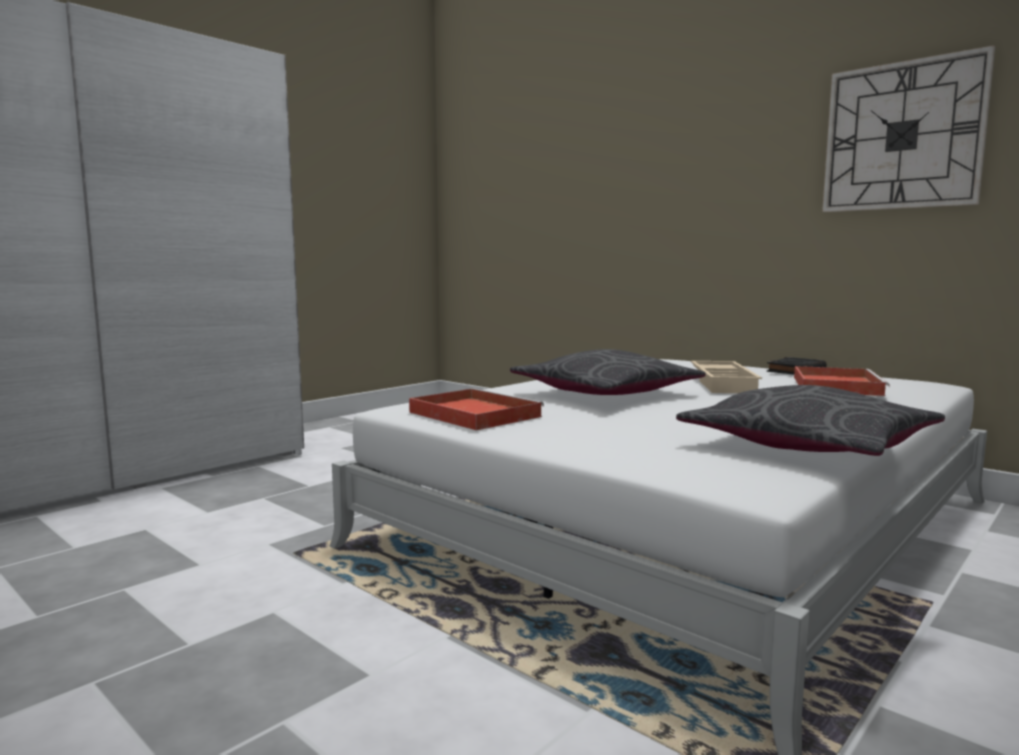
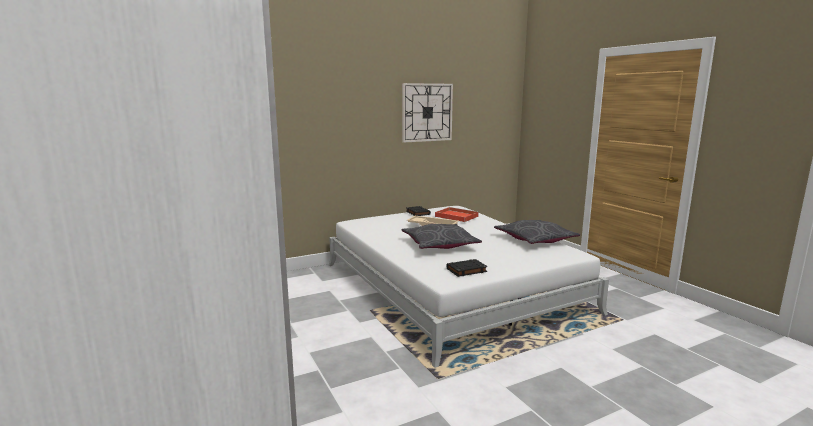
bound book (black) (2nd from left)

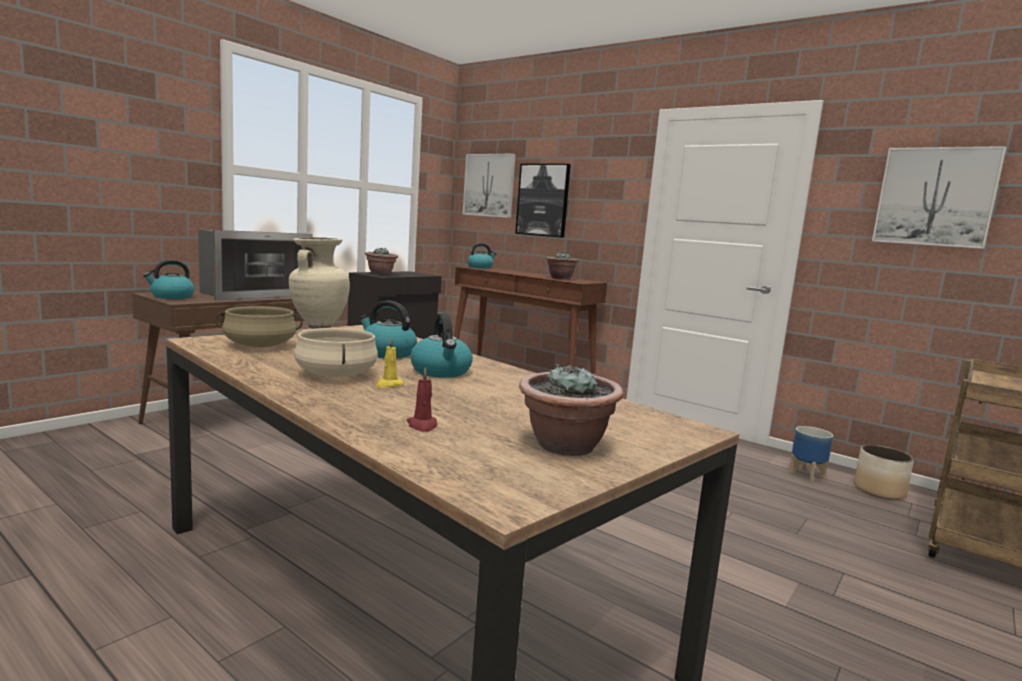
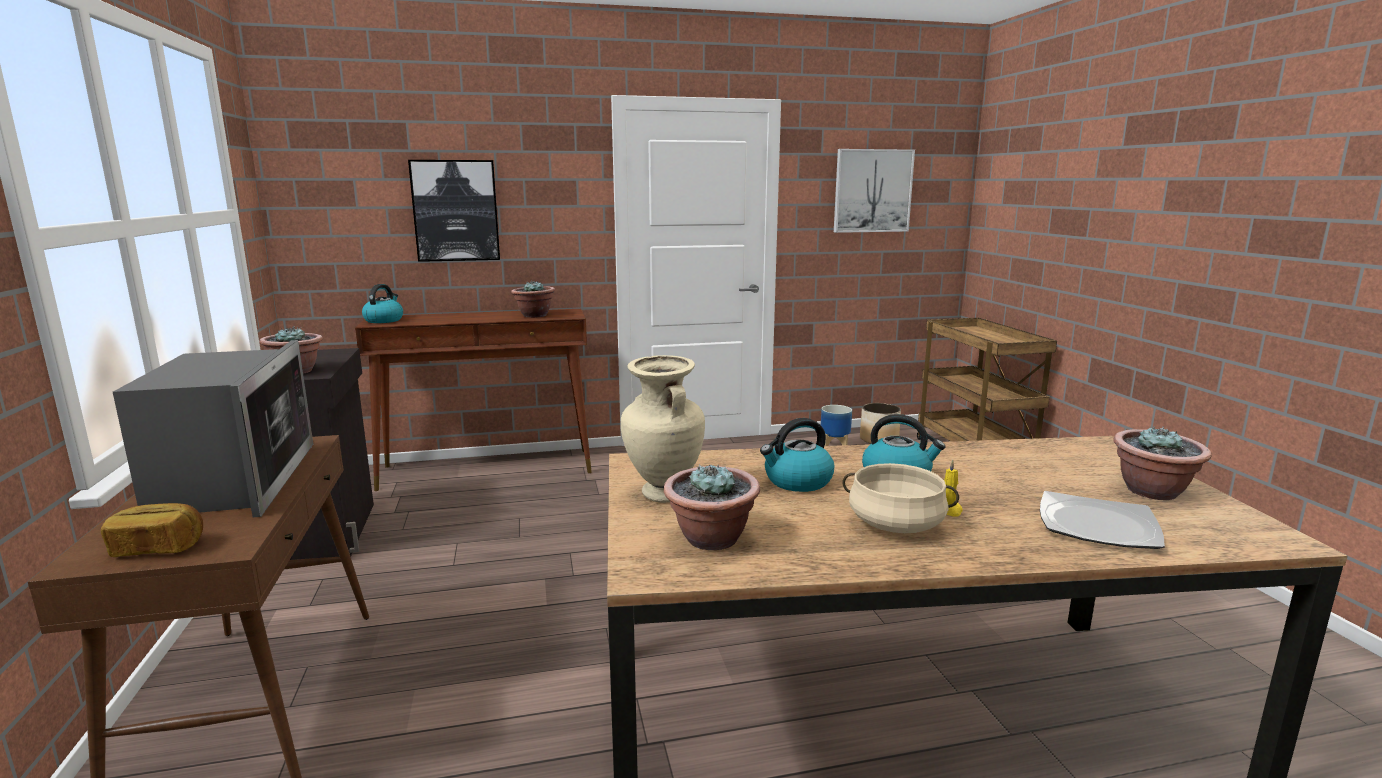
bread
houseplant (3rd from left)
dinner plate
wall art (1st from left in the first image)

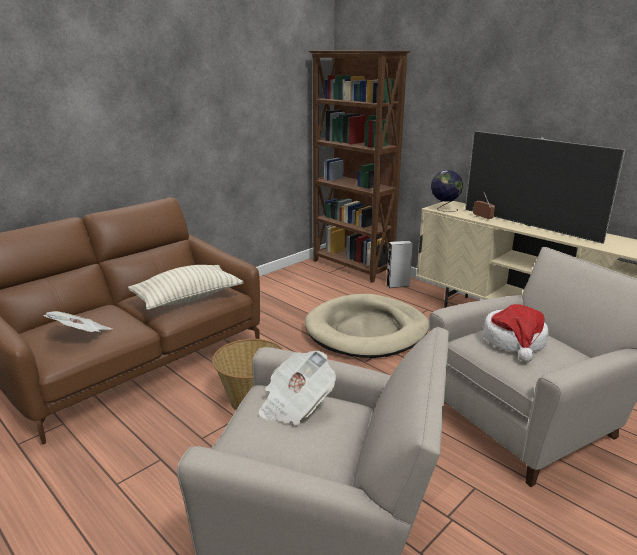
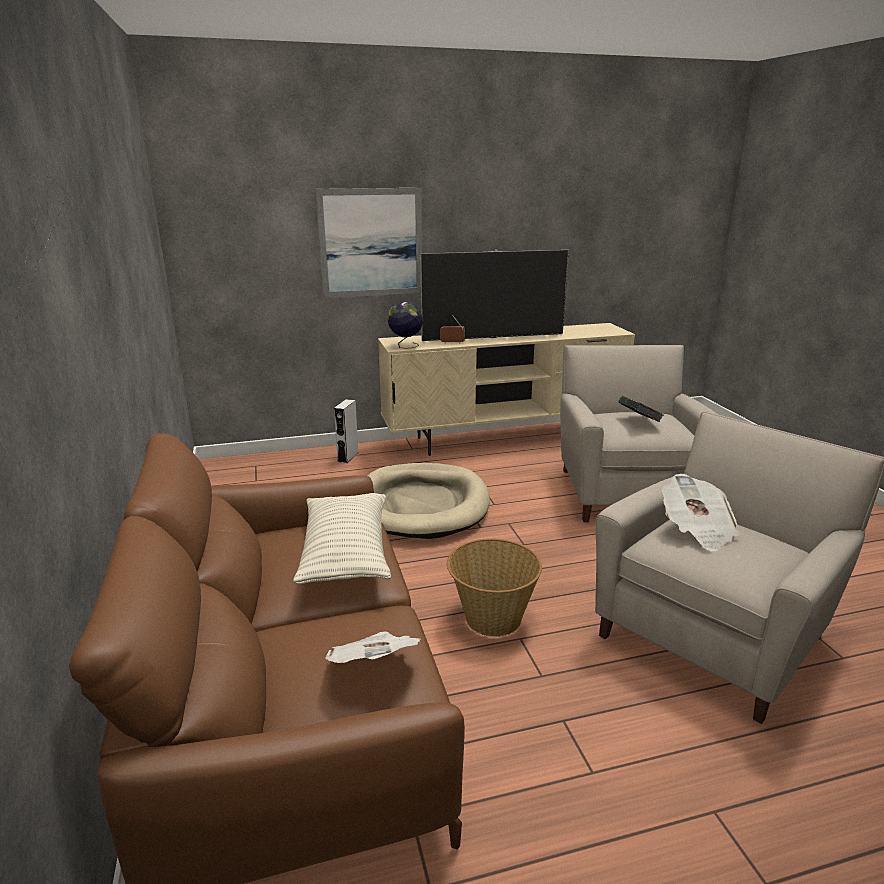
bookshelf (brownish)
bound book
wall art

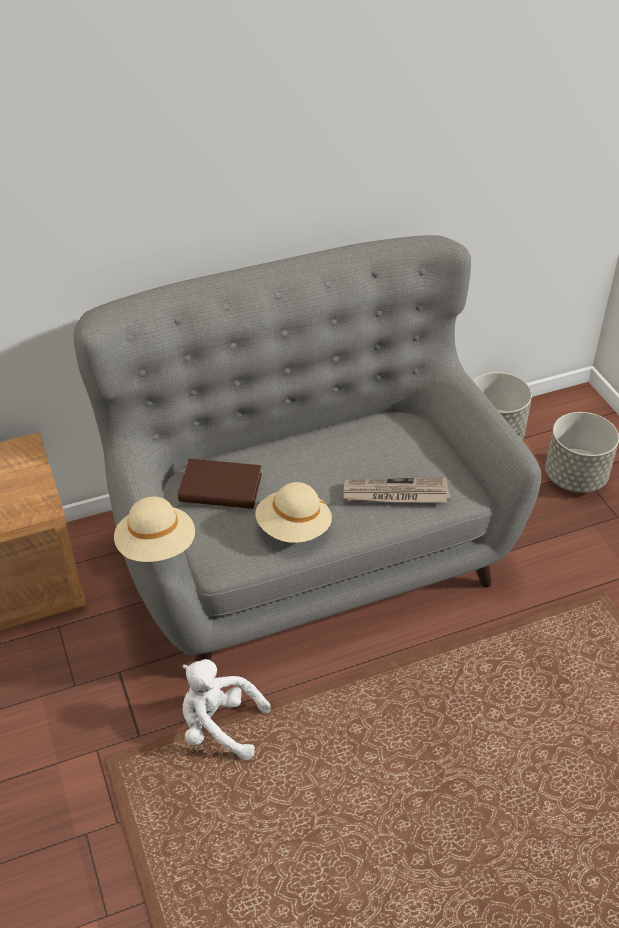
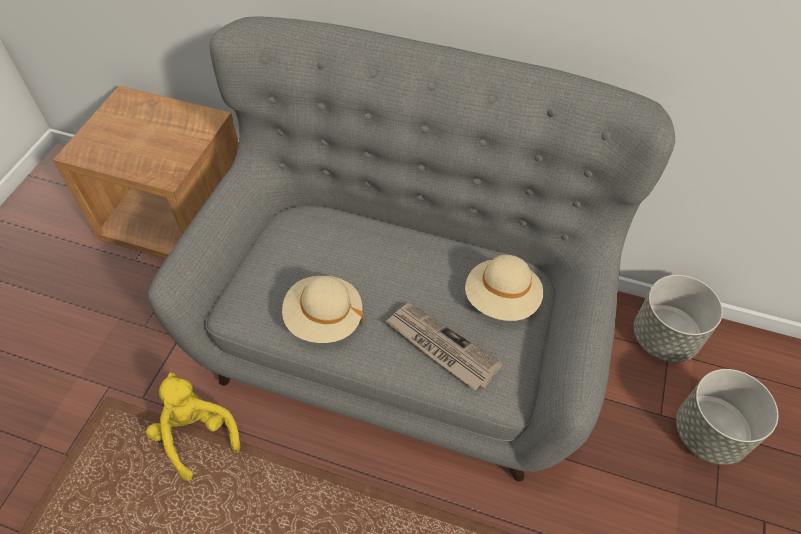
clothing hat (sand-coloured) (2nd from left)
bound book (brownish)
plush toy (yellowish)

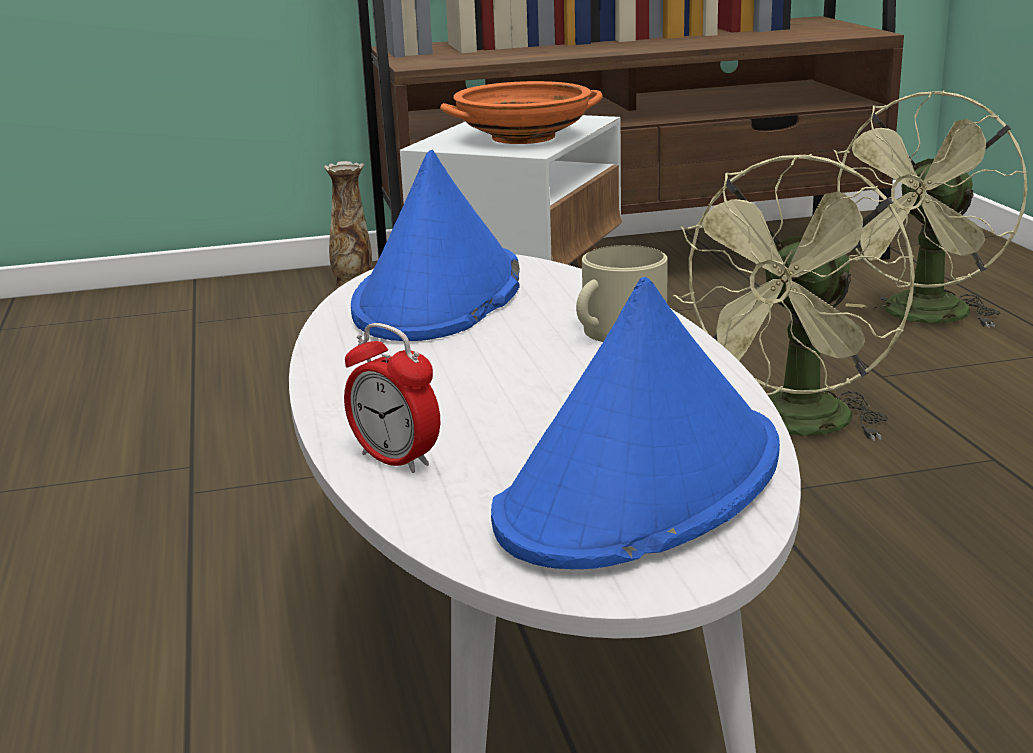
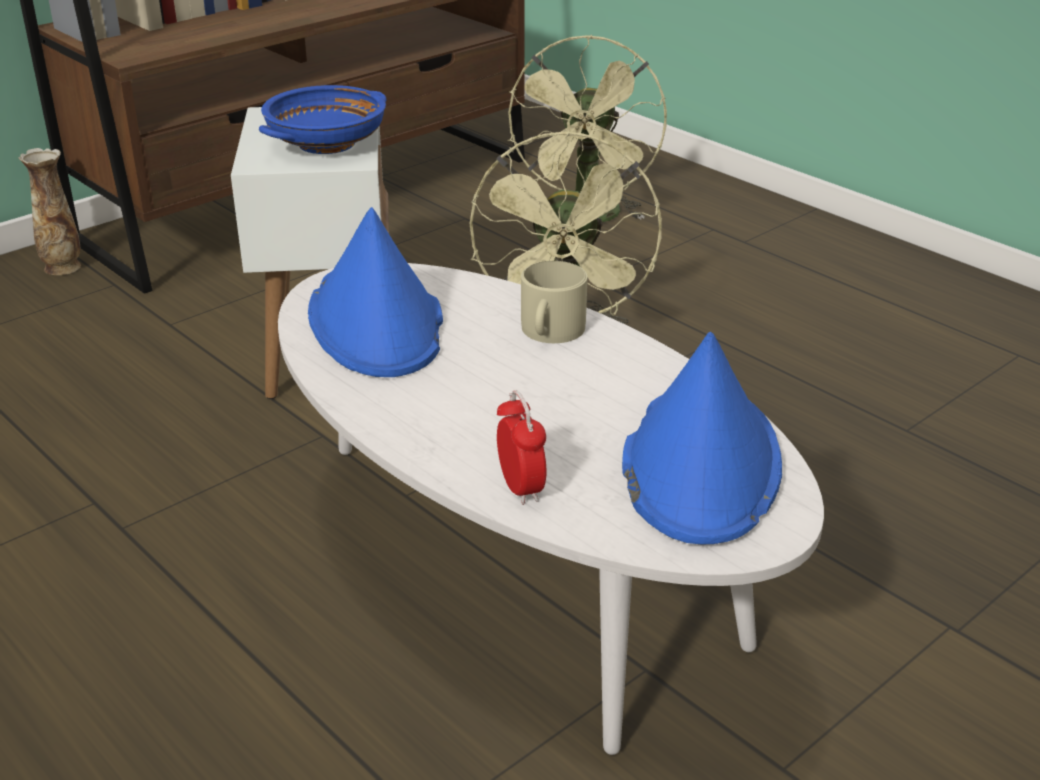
bedside clock
serving bowl (blue-coloured)

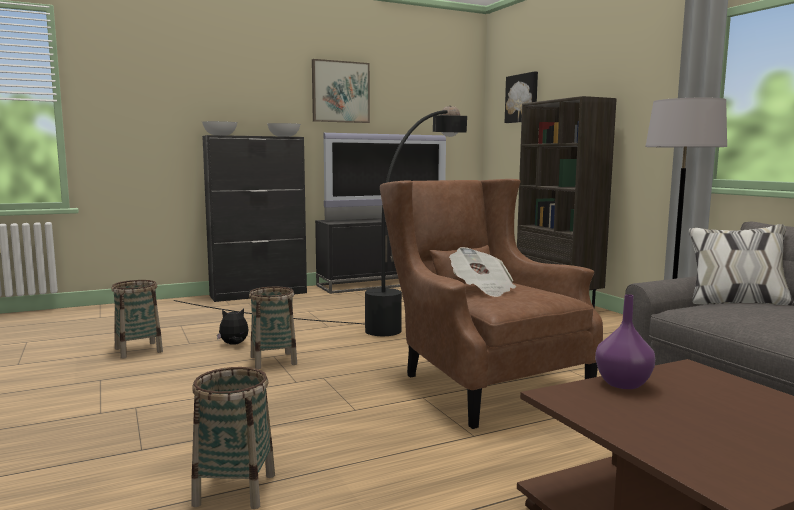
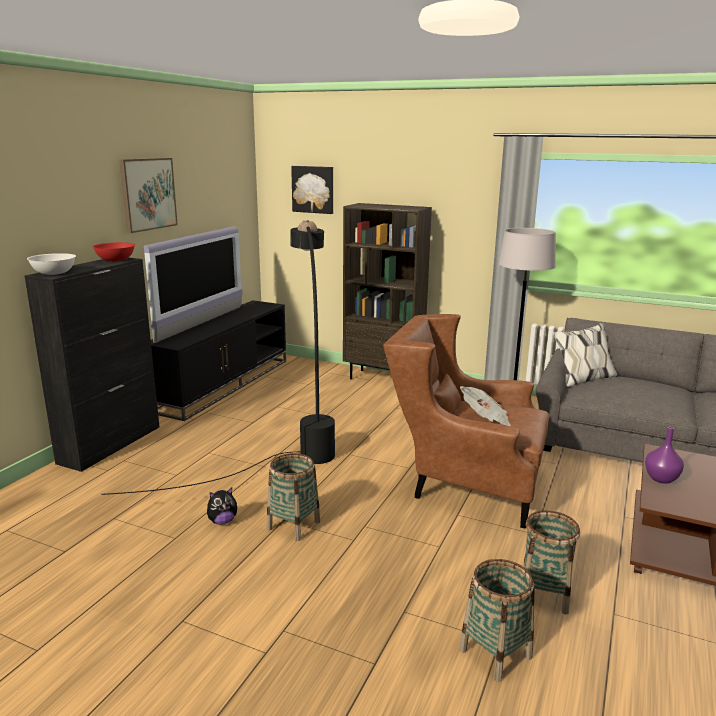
storage basket (3rd from left)
plush toy
serving bowl (reddish)

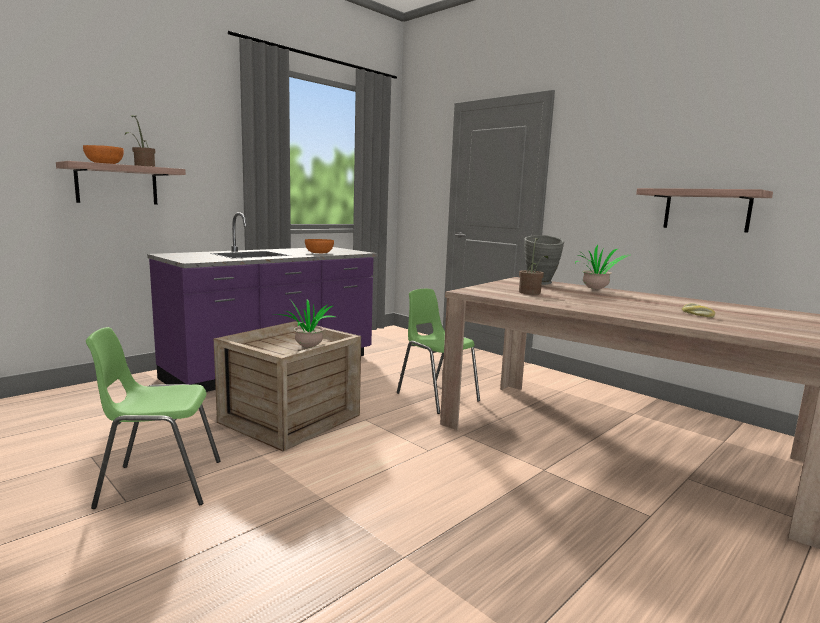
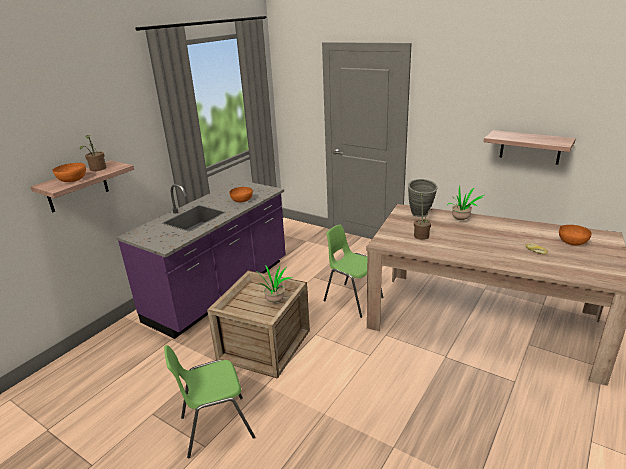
serving bowl (orange) (3rd from left)

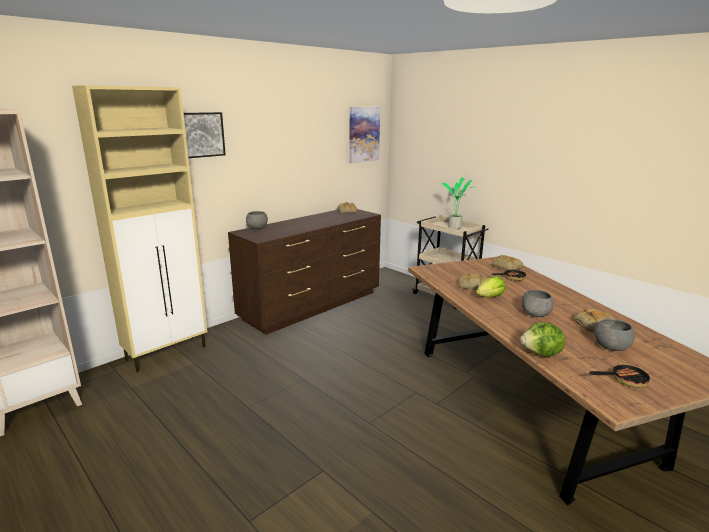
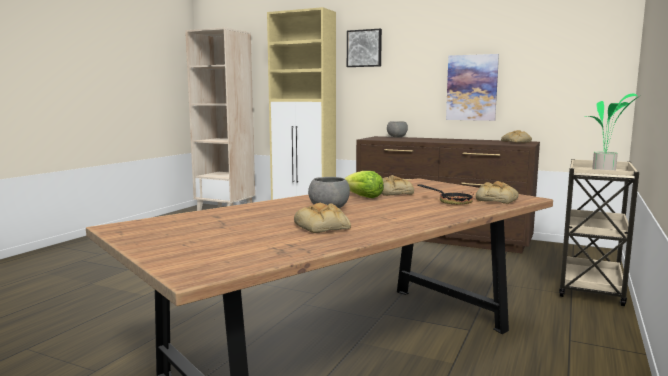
wall art (2nd from left)
head of lettuce (2nd from left in the first image)
frying pan (2nd from left in the first image)
serving bowl (grey) (3rd from left in the first image)

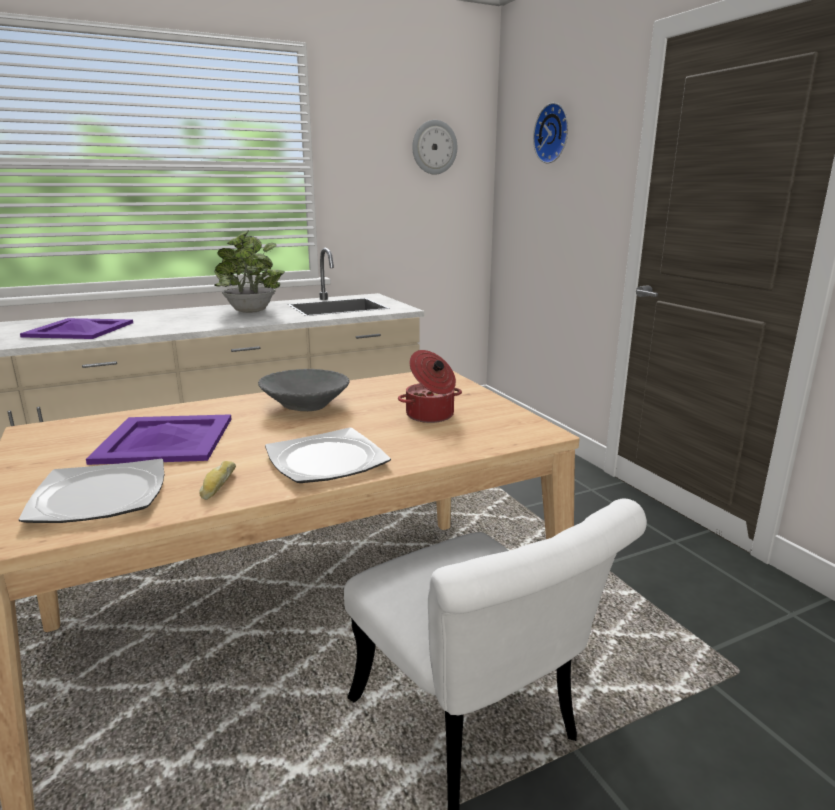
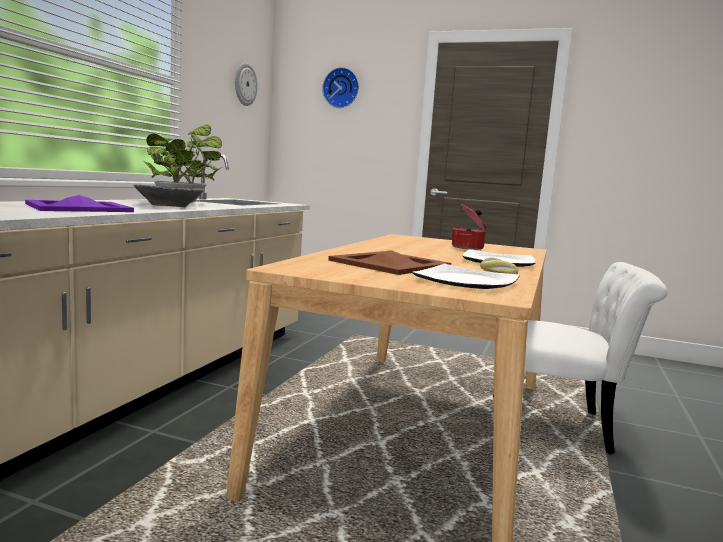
serving tray (brownish)
serving bowl (grey)

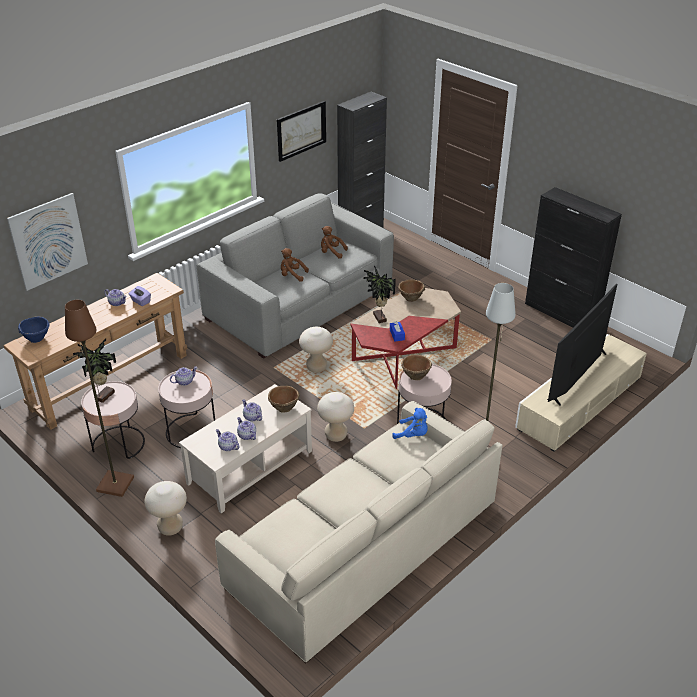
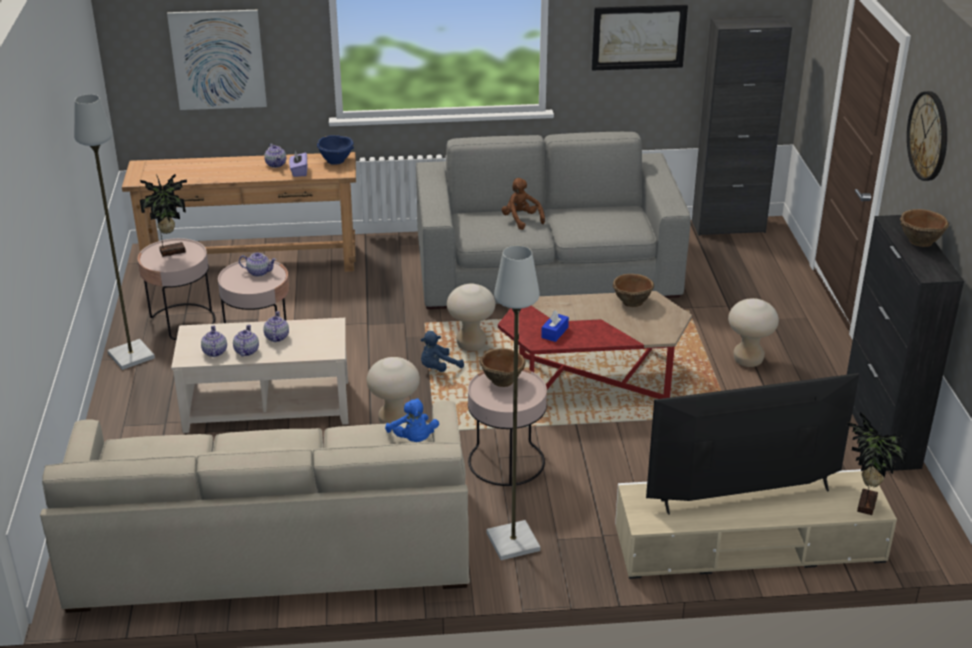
serving bowl (blue-coloured)
standing lamp (grey) (1st from left)
stool (sand-coloured) (3rd from left)
serving bowl (brownish) (3rd from left)
plush toy (brownish) (2nd from left in the first image)
houseplant (2nd from left)
plush toy (blue-coloured) (2nd from left)
hanging clock

